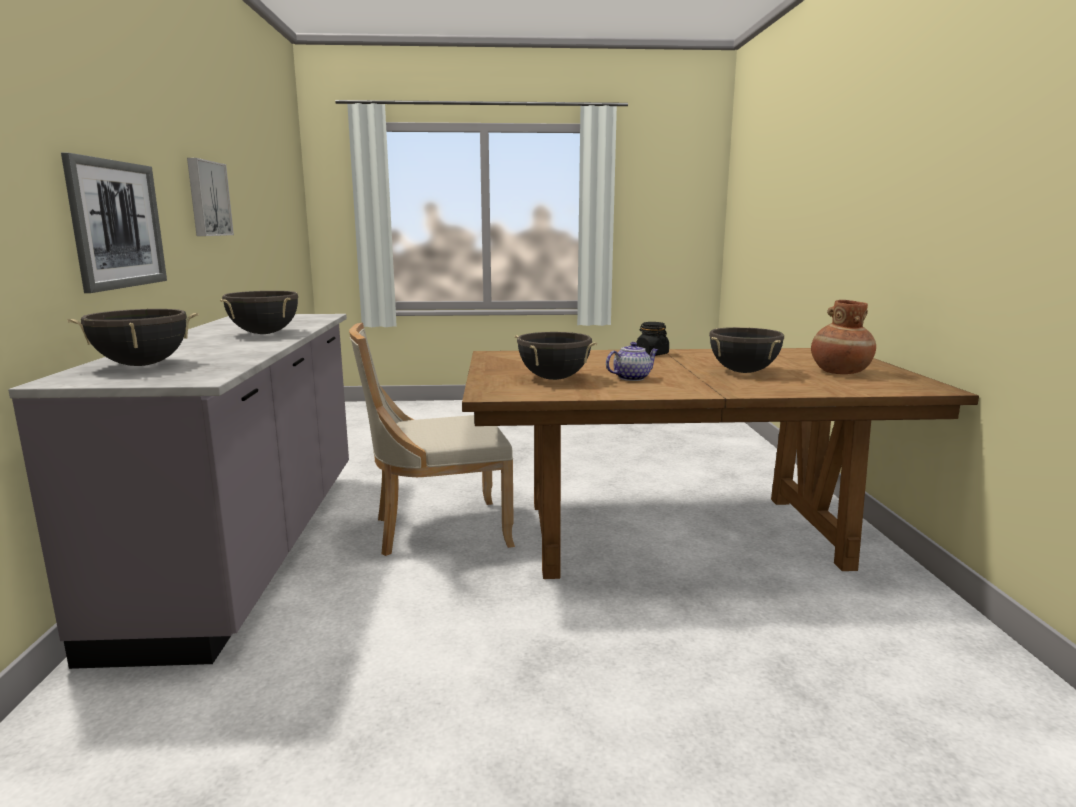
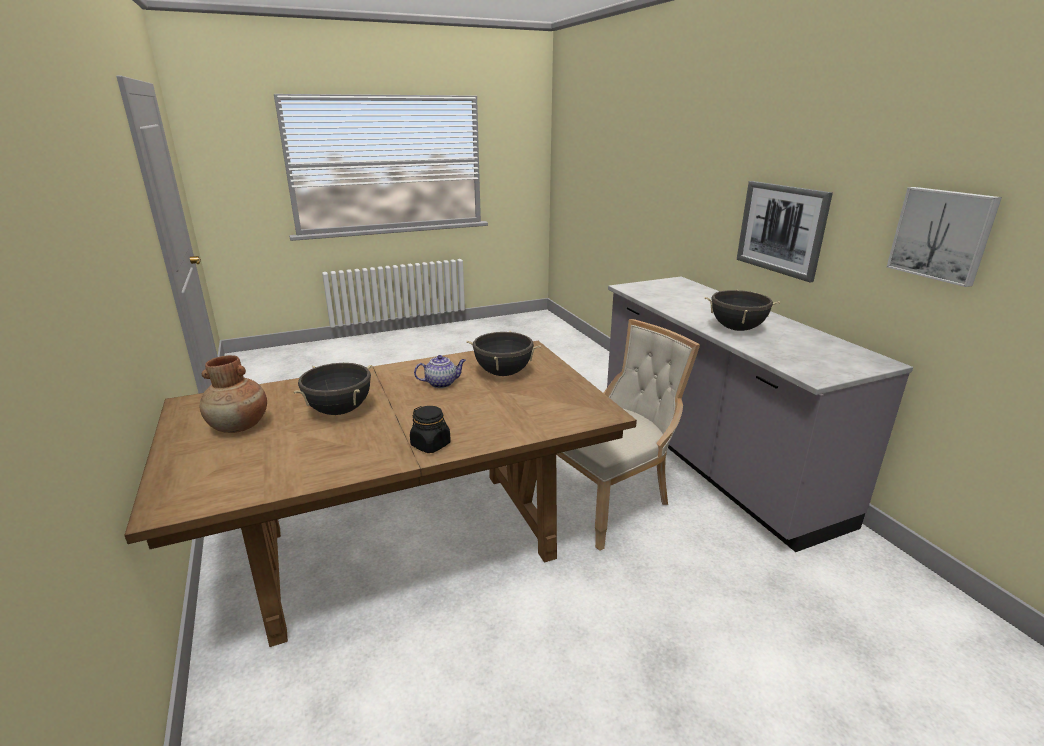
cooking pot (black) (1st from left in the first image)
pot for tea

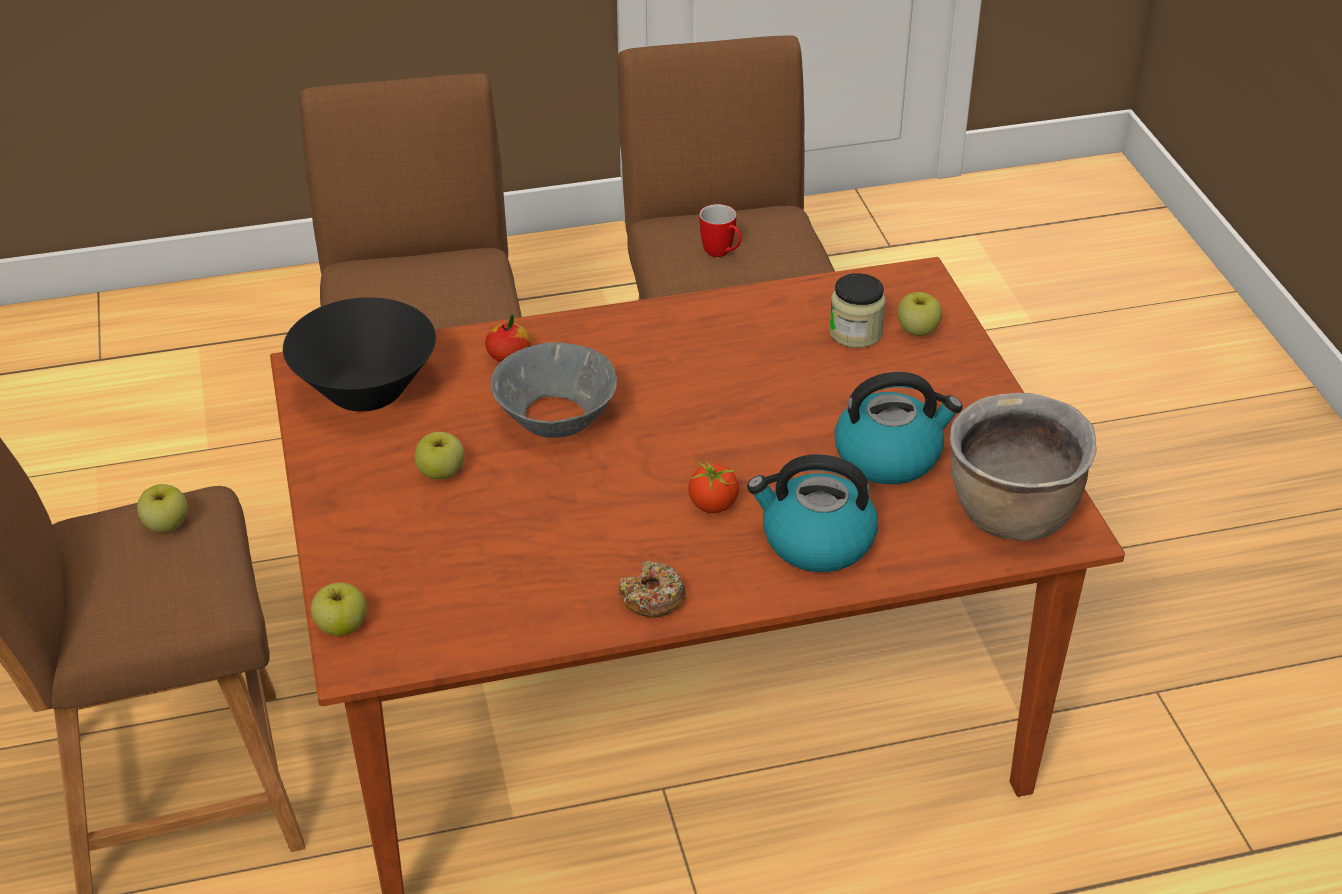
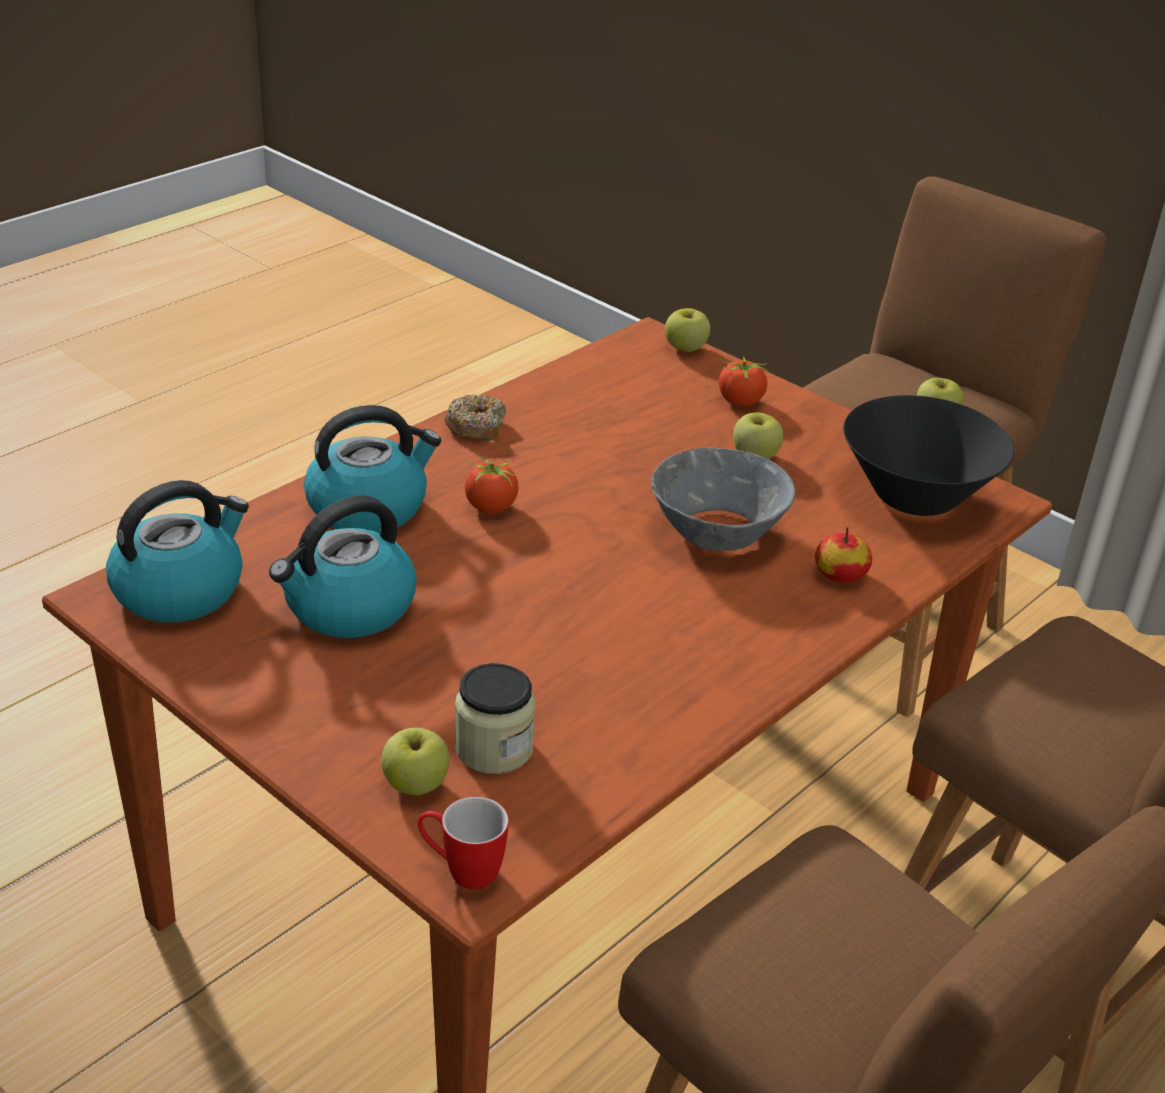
tea mug
tea kettle (1st from left)
fresh tomato (2nd from left)

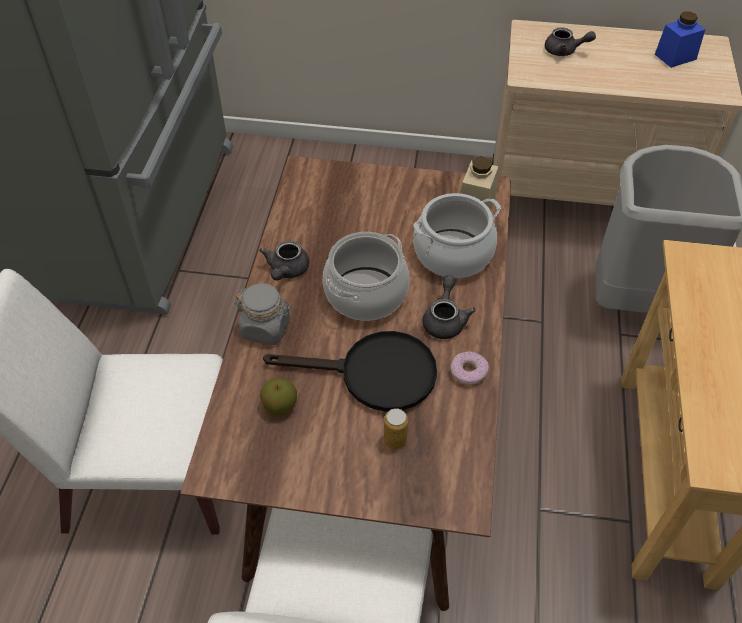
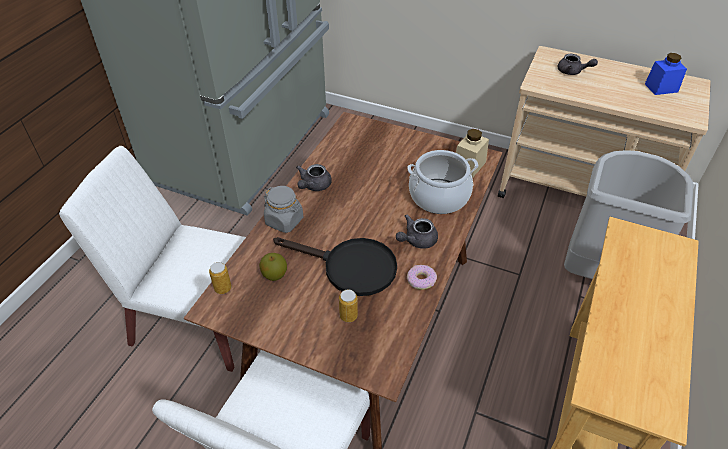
cooking pot (1st from left in the first image)
pot for tea (grey) (2nd from left)
can (1st from left)

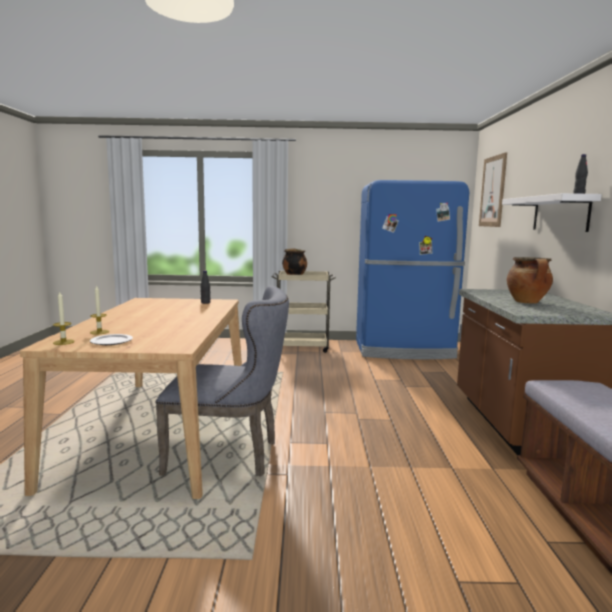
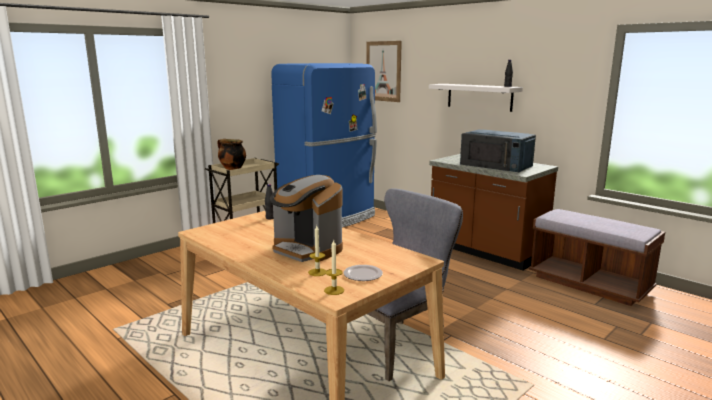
microwave (blue-coloured)
coffee maker

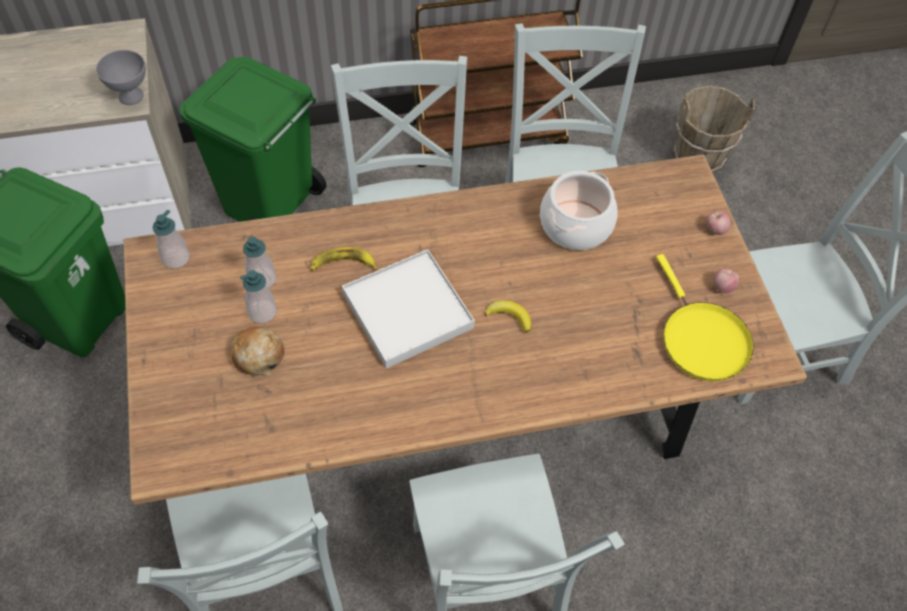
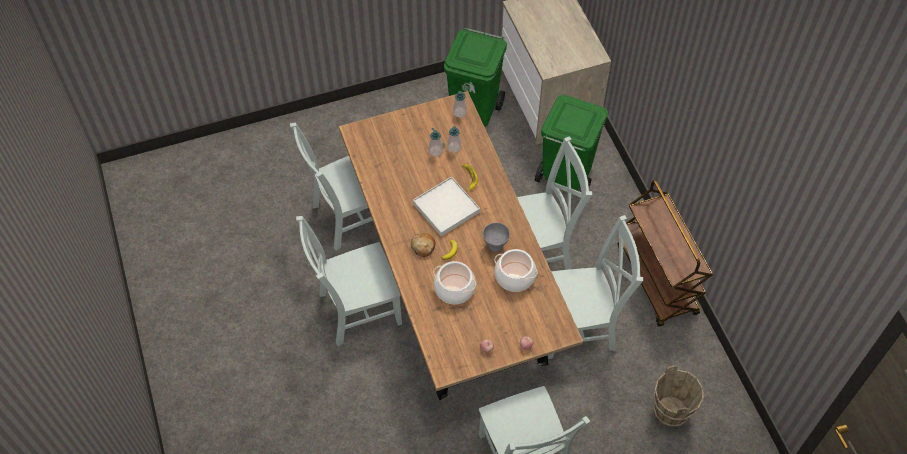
serving bowl (grey)
bread
frying pan (yellowish)
cooking pot (1st from left)

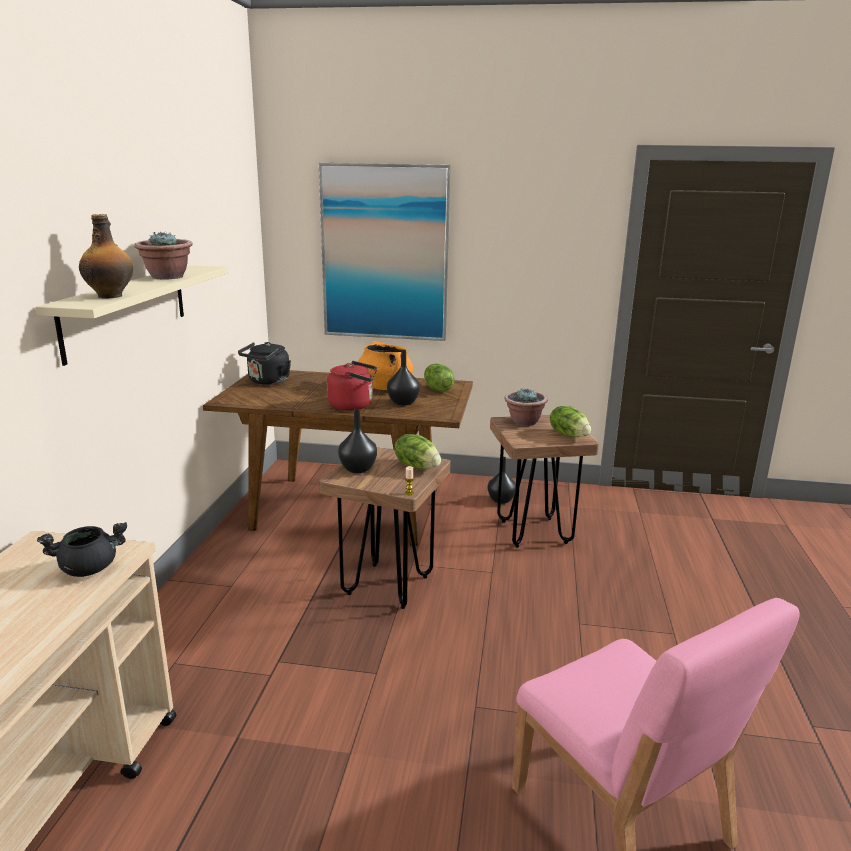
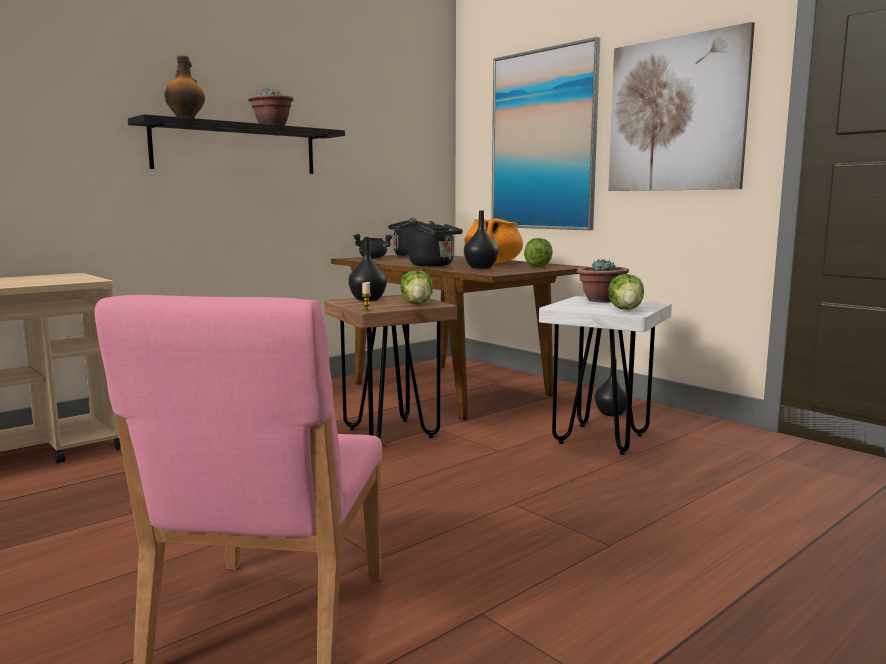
shelf (black)
cooking pot (black)
tea kettle (black) (2nd from left)
stool (whitish)
wall art (2nd from left)

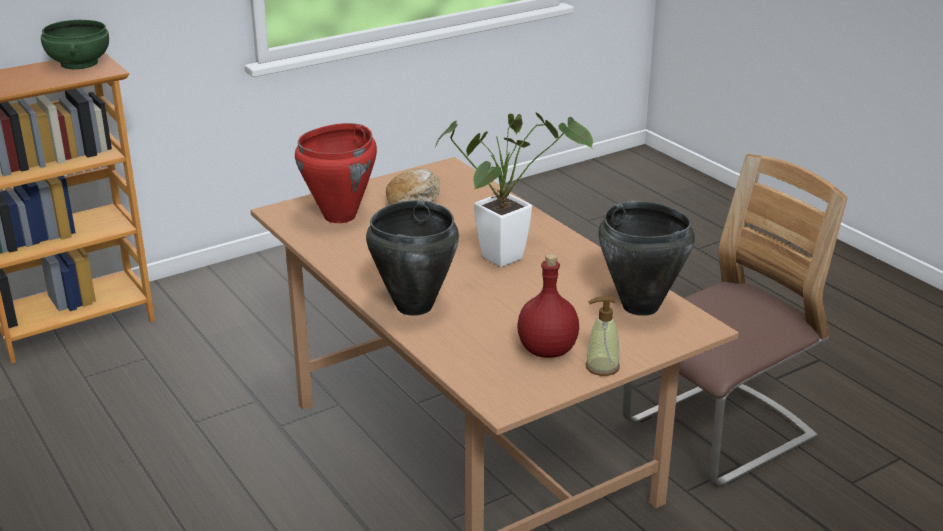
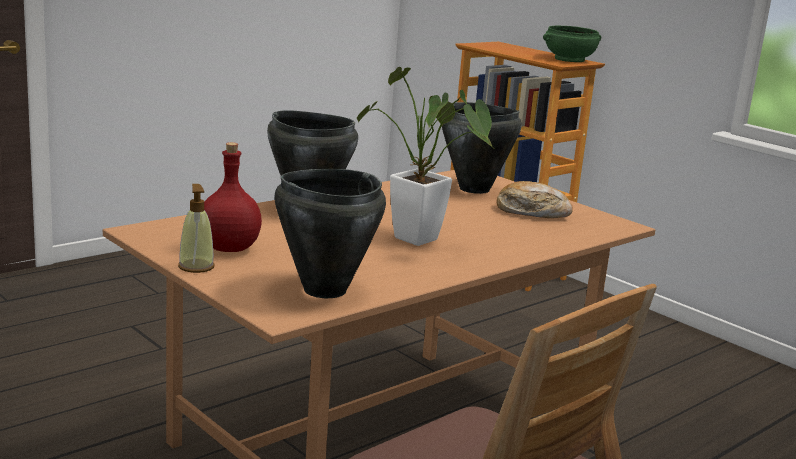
cooking pot (black) (3rd from left)

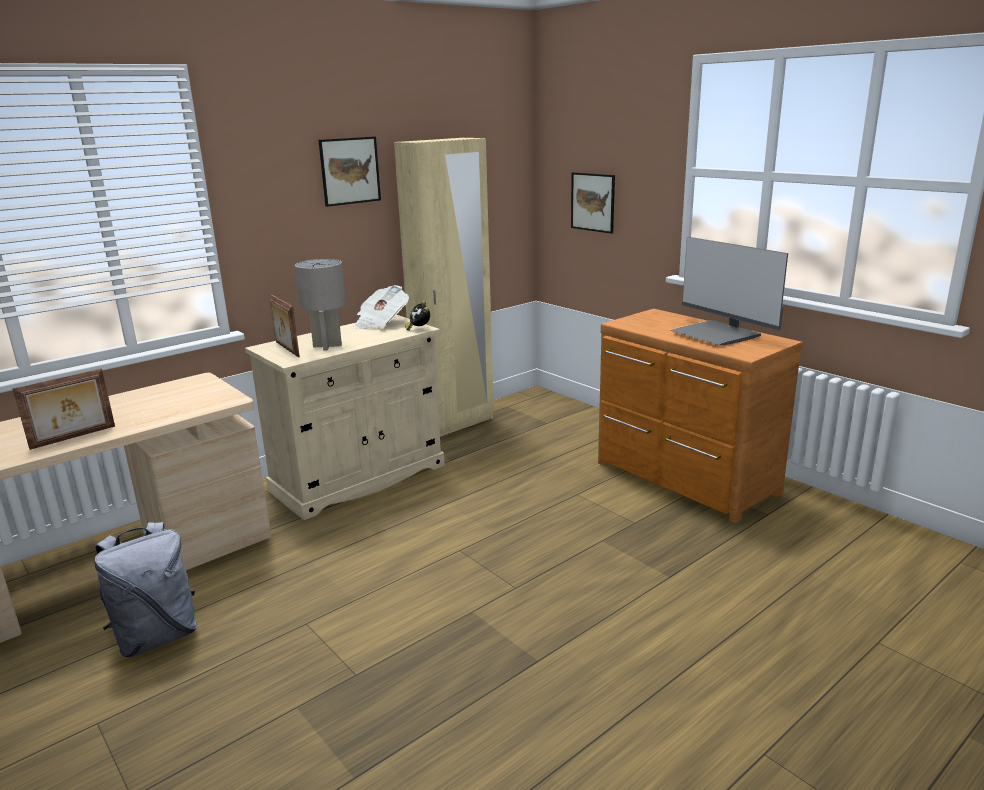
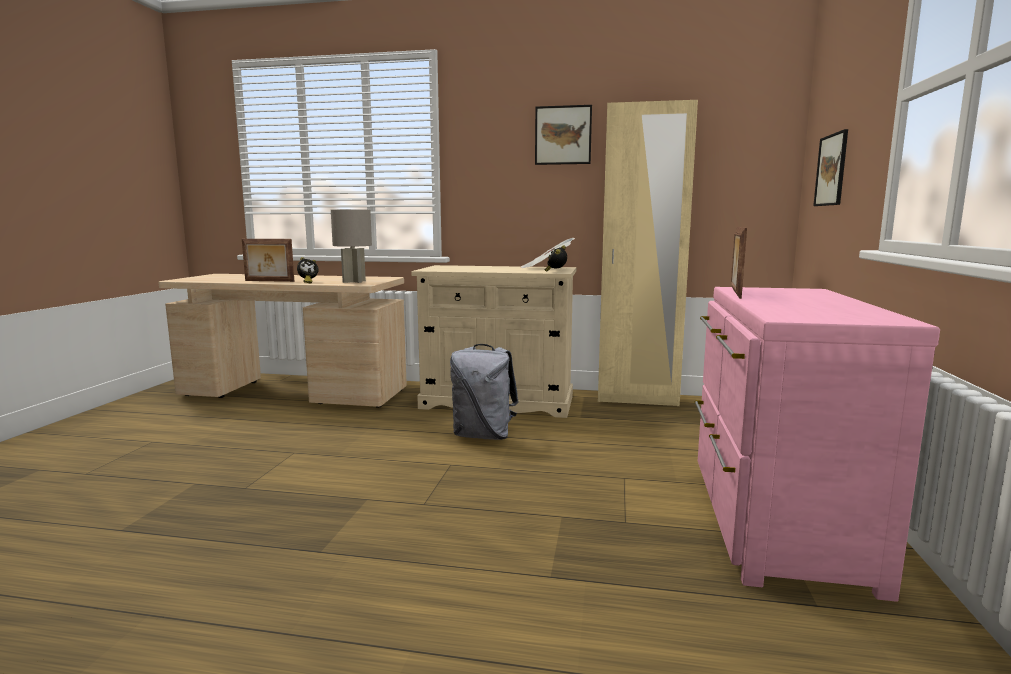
rucksack (grey)
standing frame (2nd from left)
table lamp (grey)
chest of drawers (pink)
computer screen
bedside clock (1st from left)

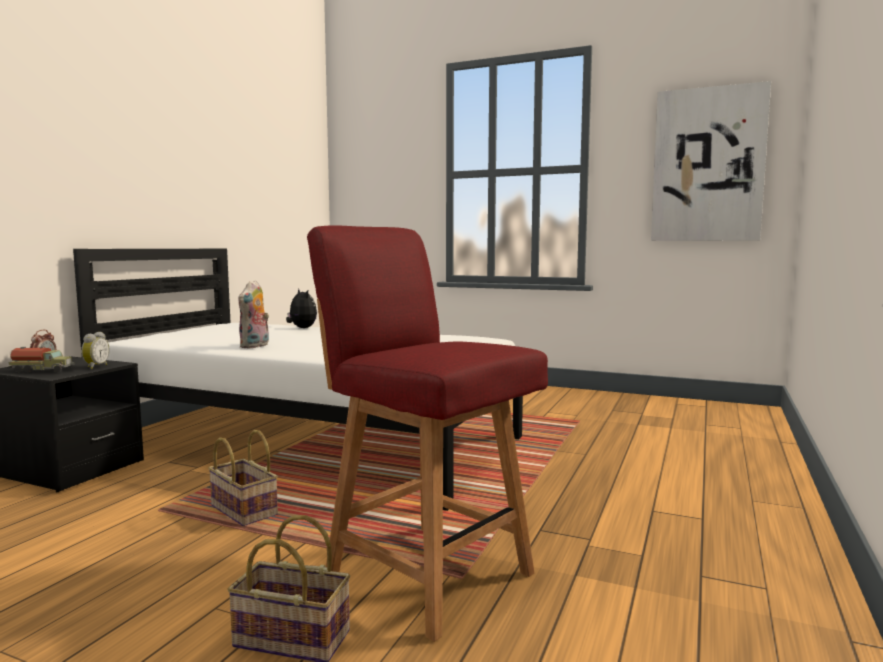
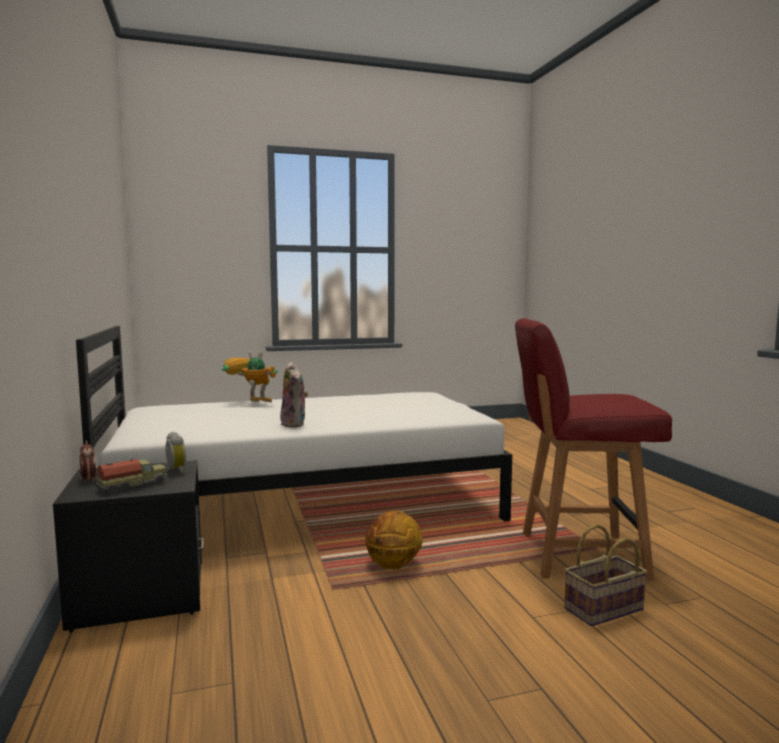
basketball ball
robot figure
wall art

